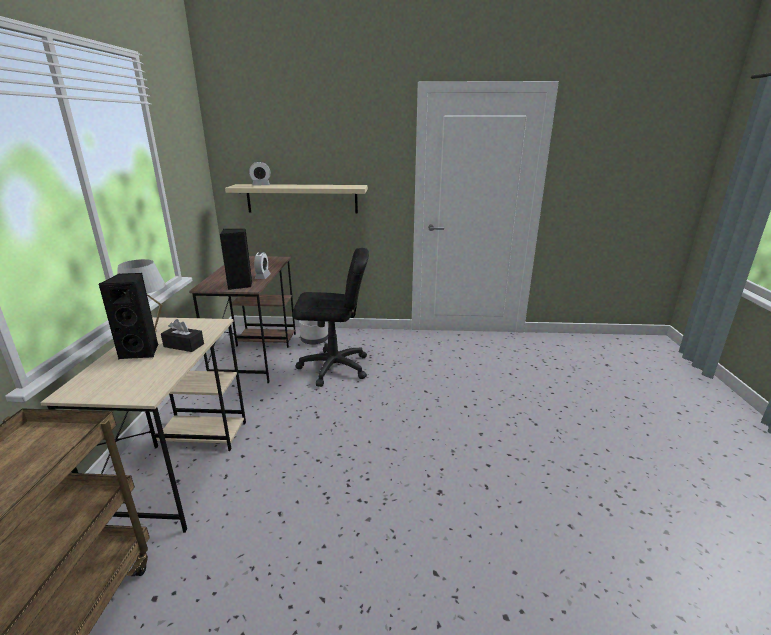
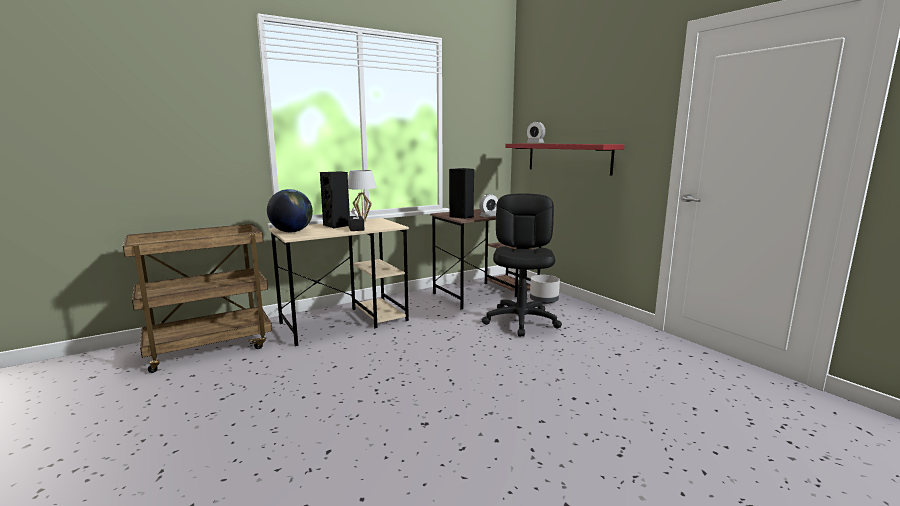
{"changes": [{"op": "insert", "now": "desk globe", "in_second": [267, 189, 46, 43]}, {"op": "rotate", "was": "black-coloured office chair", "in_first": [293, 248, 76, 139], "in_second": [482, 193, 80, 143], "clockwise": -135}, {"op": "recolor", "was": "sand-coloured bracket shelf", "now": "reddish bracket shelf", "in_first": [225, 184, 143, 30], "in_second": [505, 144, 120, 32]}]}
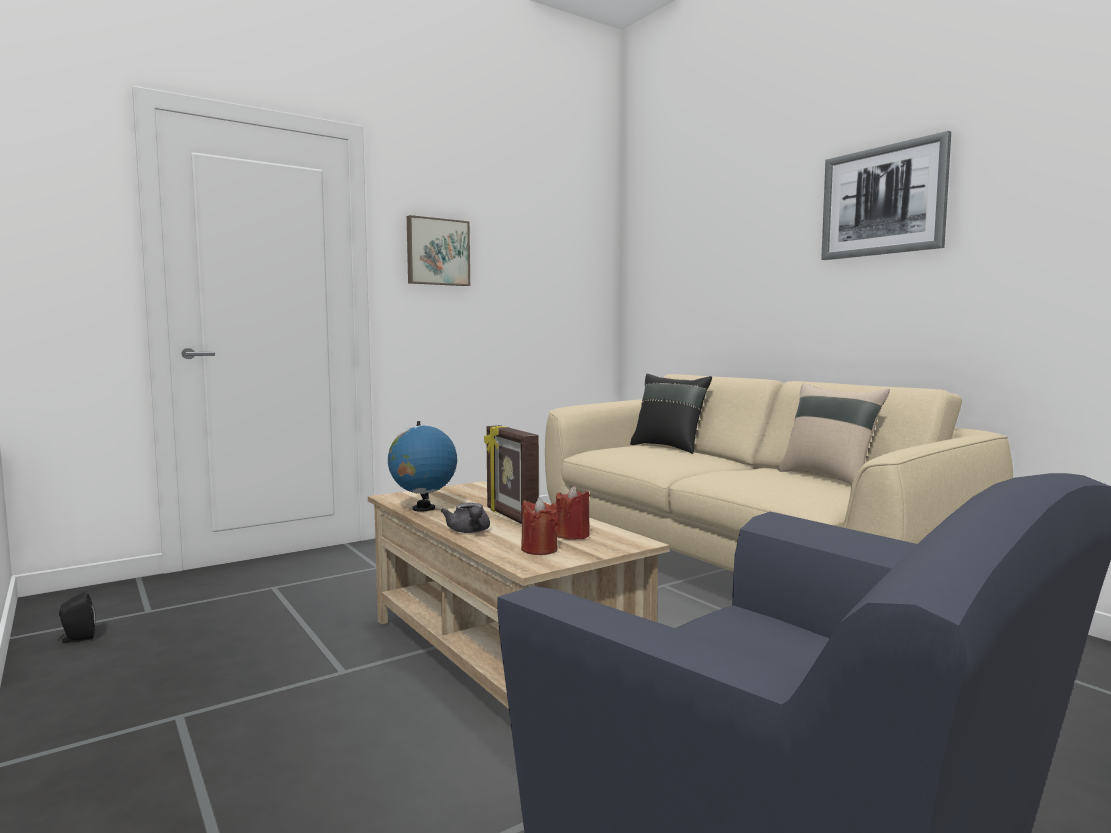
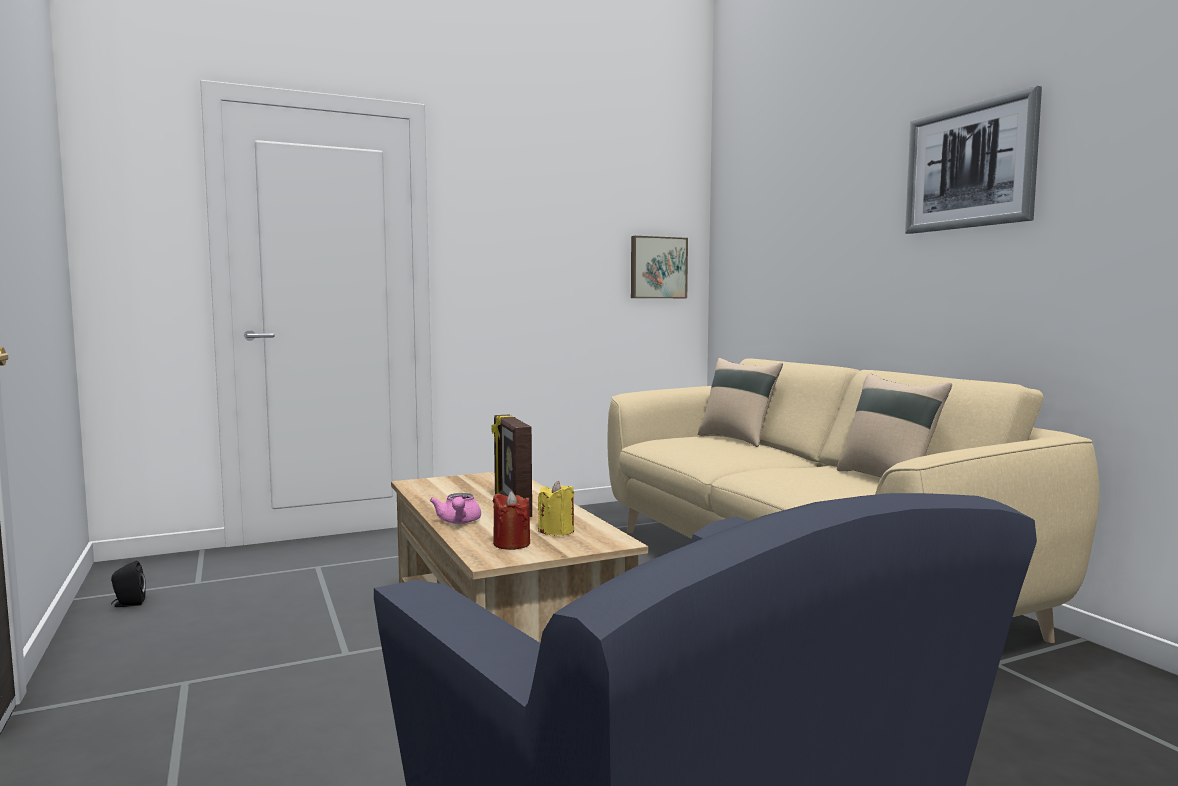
{"changes": [{"op": "recolor", "was": "grey teapot", "now": "pink-coloured teapot", "in_first": [441, 503, 49, 30], "in_second": [430, 493, 51, 31]}, {"op": "recolor", "was": "reddish candle", "now": "yellowish candle", "in_first": [556, 486, 34, 54], "in_second": [538, 481, 36, 55]}, {"op": "move", "was": "picture", "in_first": [407, 215, 63, 71], "in_second": [631, 236, 57, 62]}, {"op": "recolor", "was": "black-coloured cushion", "now": "sand-coloured cushion", "in_first": [630, 374, 82, 80], "in_second": [698, 358, 85, 89]}, {"op": "delete", "was": "desk globe", "in_first": [388, 421, 69, 91]}]}
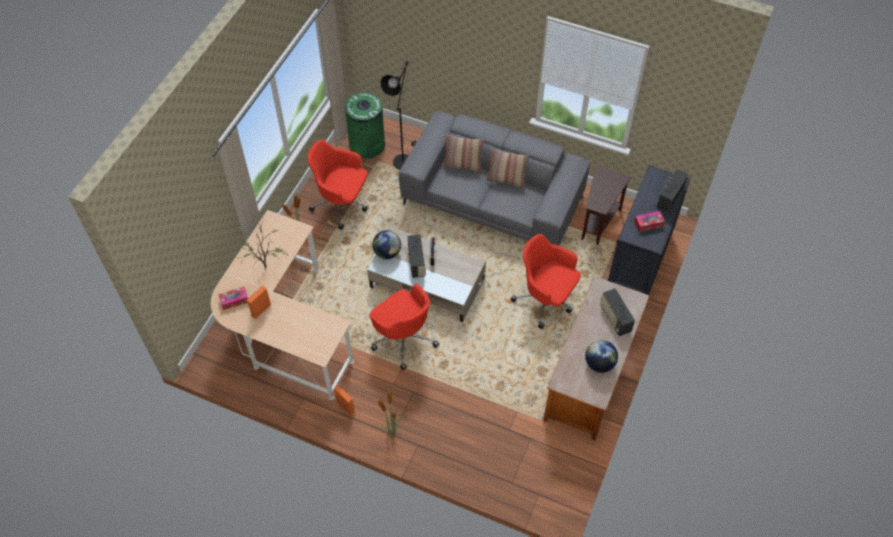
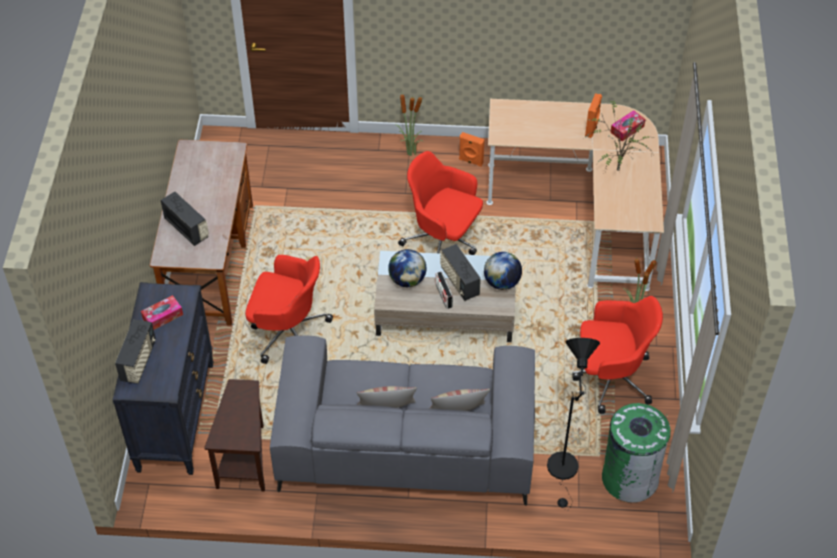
{"changes": [{"op": "move", "was": "desk globe", "in_first": [585, 340, 33, 33], "in_second": [388, 249, 38, 38]}]}
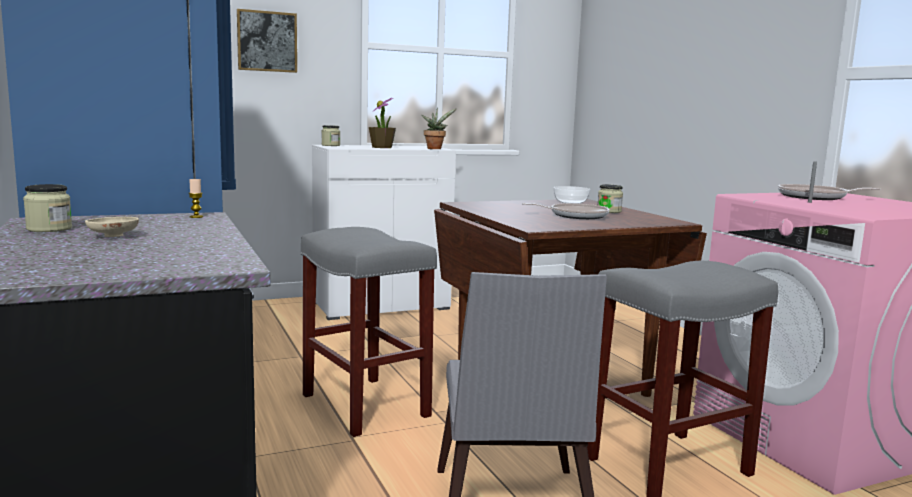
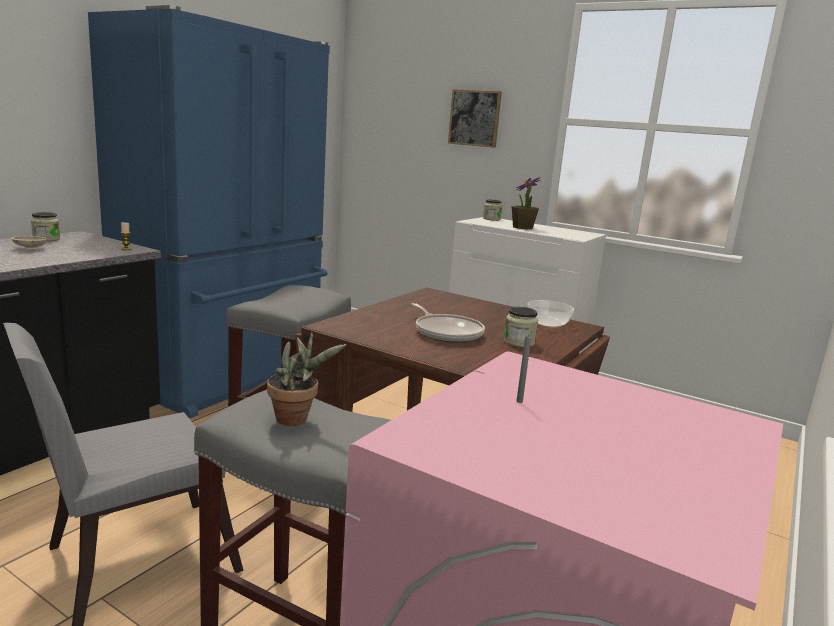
{"changes": [{"op": "move", "was": "potted plant", "in_first": [421, 108, 36, 41], "in_second": [267, 332, 79, 94]}, {"op": "delete", "was": "frying pan", "in_first": [778, 184, 102, 16]}]}
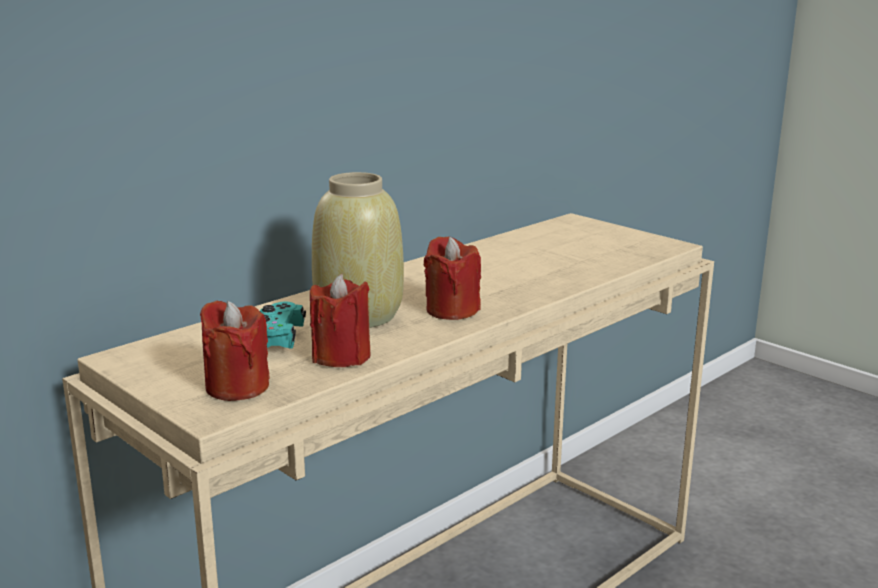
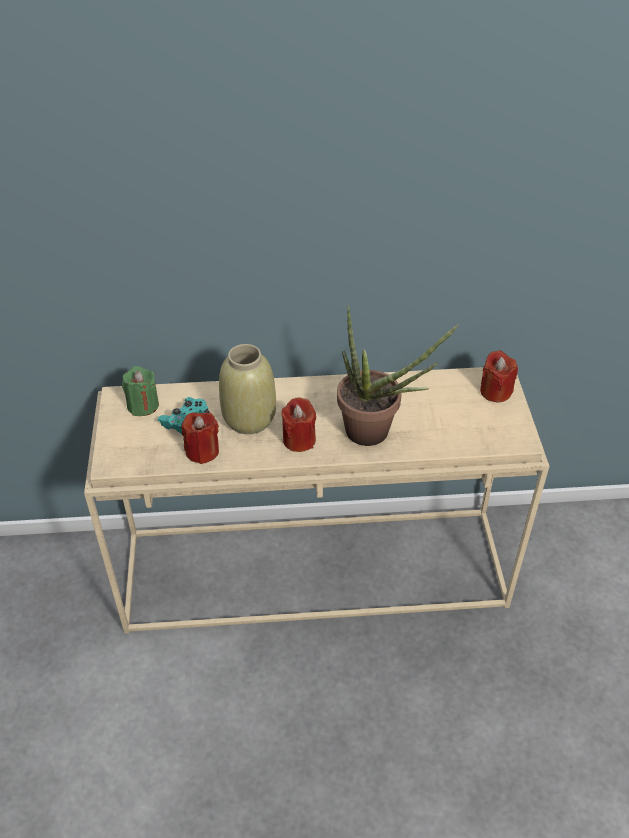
{"changes": [{"op": "insert", "now": "green candle", "in_second": [122, 366, 37, 50]}, {"op": "insert", "now": "potted plant", "in_second": [337, 305, 122, 141]}, {"op": "move", "was": "reddish candle", "in_first": [200, 300, 70, 101], "in_second": [480, 350, 38, 53]}]}
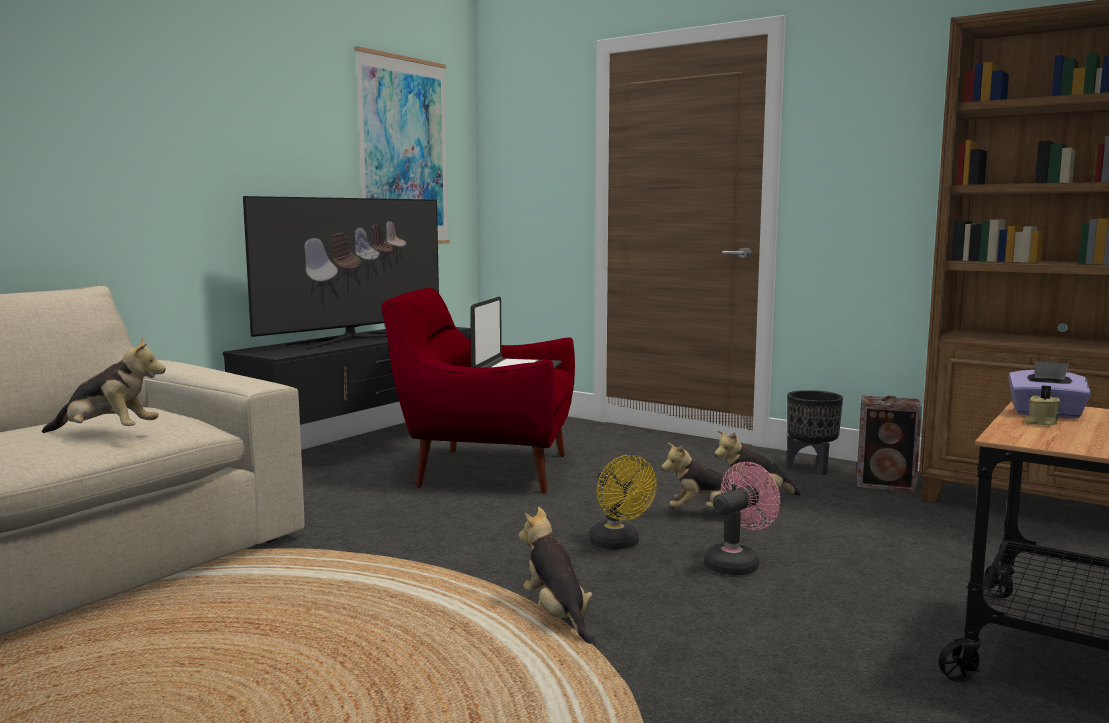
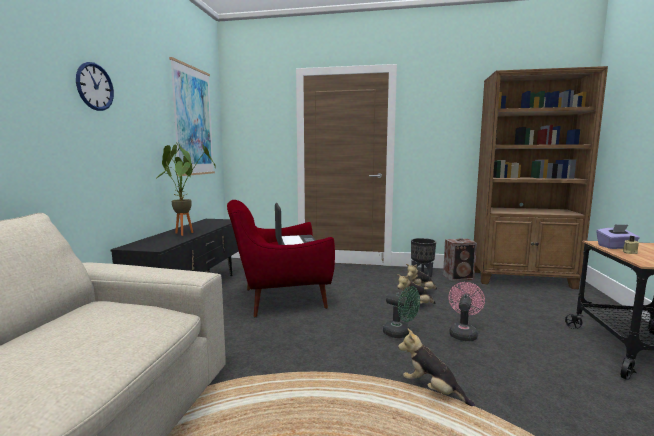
{"changes": [{"op": "insert", "now": "hanging clock", "in_second": [76, 62, 38, 49]}, {"op": "replace", "was": "TV set", "now": "potted plant", "in_first": [243, 196, 196, 153], "in_second": [157, 142, 59, 94]}, {"op": "recolor", "was": "yellowish cooling fan", "now": "green cooling fan", "in_first": [589, 455, 68, 95], "in_second": [383, 286, 37, 52]}, {"op": "delete", "was": "cuddly toy", "in_first": [42, 337, 124, 96]}]}
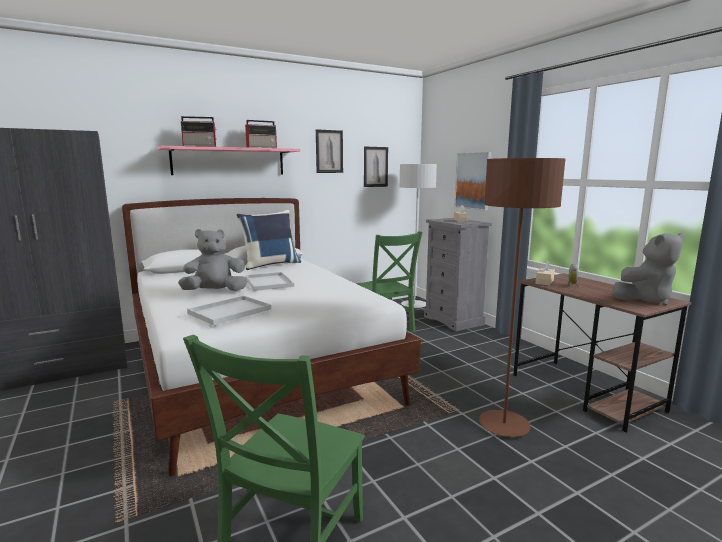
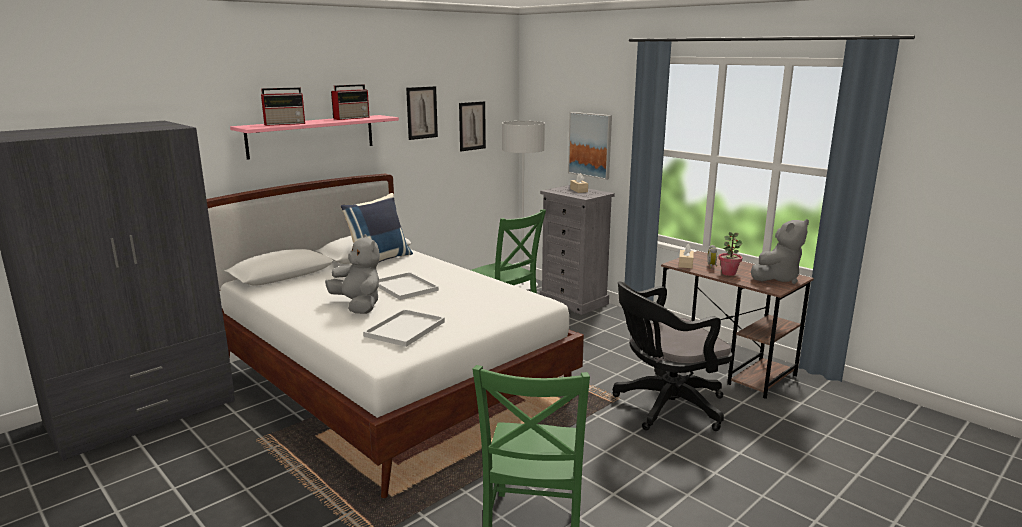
{"changes": [{"op": "rotate", "was": "grey cuddly toy", "in_first": [178, 229, 69, 62], "in_second": [325, 234, 55, 80], "clockwise": 90}, {"op": "replace", "was": "brownish standing lamp", "now": "black-coloured office chair", "in_first": [479, 158, 86, 279], "in_second": [613, 282, 120, 149]}, {"op": "insert", "now": "potted plant", "in_second": [719, 232, 23, 44]}]}
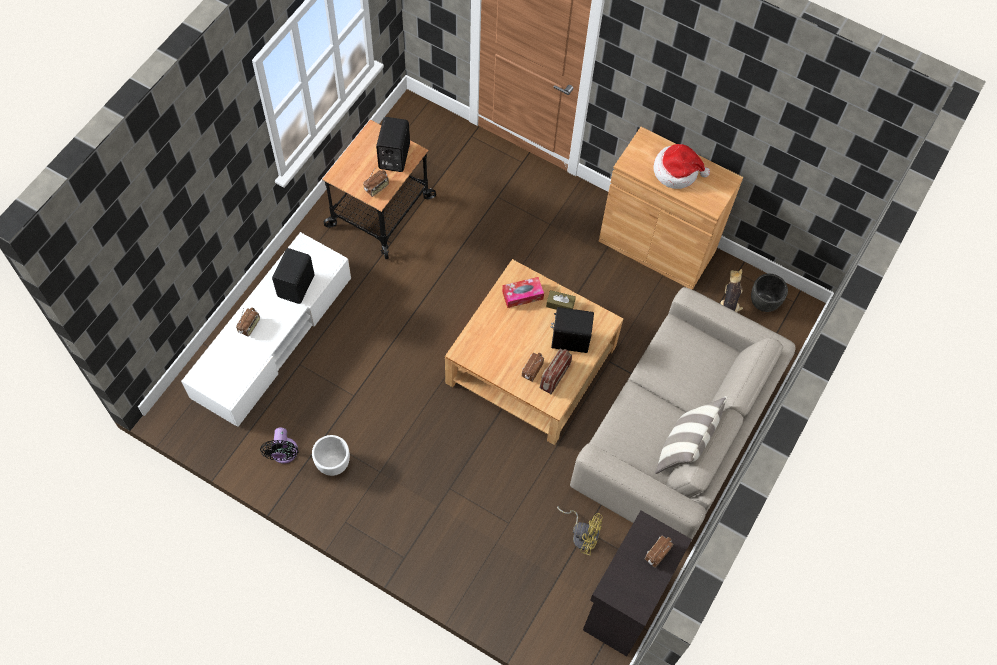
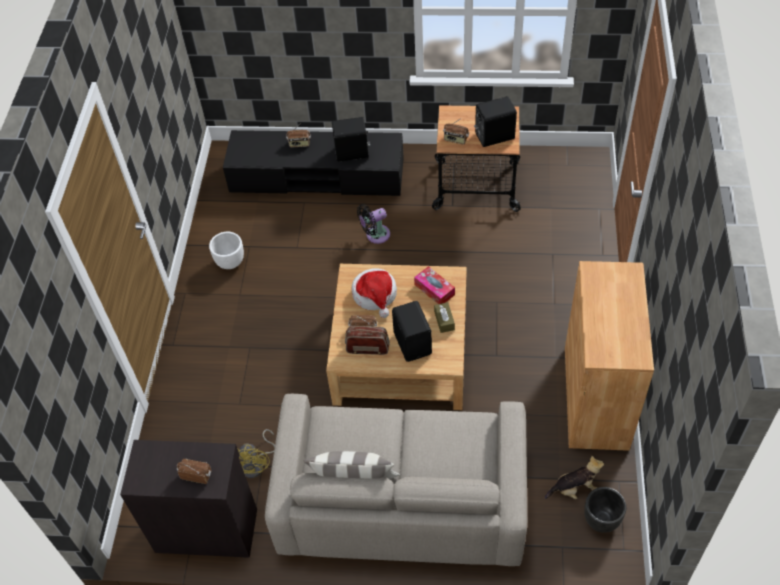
{"changes": [{"op": "recolor", "was": "whitish media console", "now": "black-coloured media console", "in_first": [181, 232, 170, 195], "in_second": [223, 130, 181, 66]}, {"op": "move", "was": "clothing hat", "in_first": [654, 144, 56, 45], "in_second": [352, 268, 45, 50]}, {"op": "move", "was": "black-coloured cooling fan", "in_first": [260, 428, 39, 36], "in_second": [357, 204, 33, 40]}]}
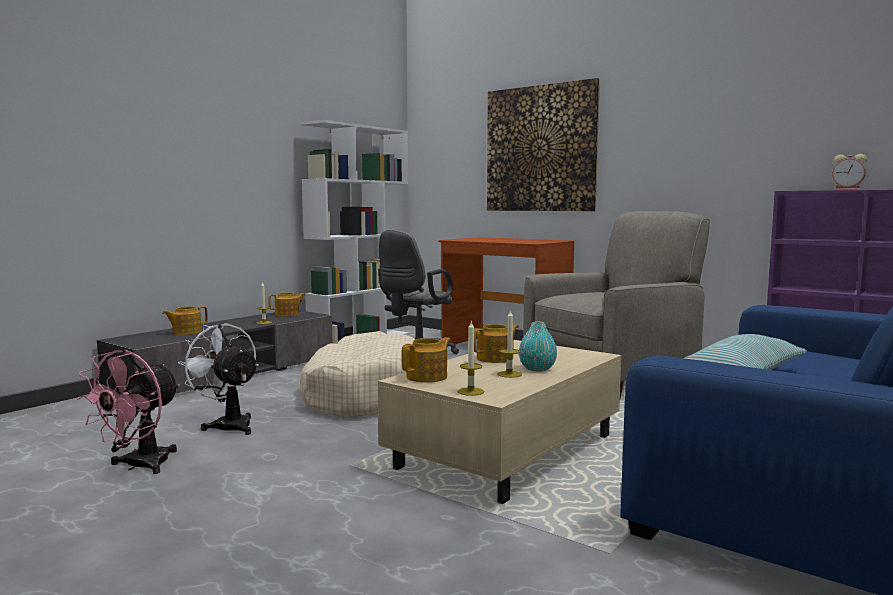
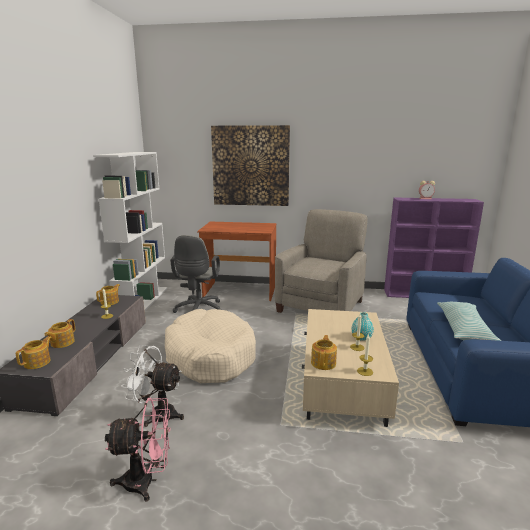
{"changes": [{"op": "move", "was": "teapot", "in_first": [474, 324, 45, 39], "in_second": [16, 336, 36, 33]}, {"op": "rotate", "was": "pink-coloured cooling fan", "in_first": [76, 349, 104, 125], "in_second": [105, 398, 66, 104], "clockwise": -90}]}
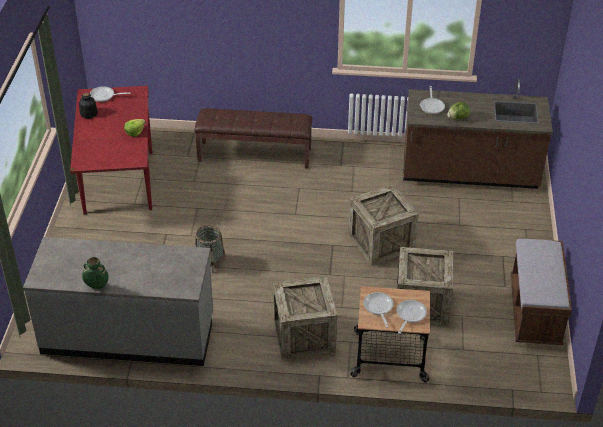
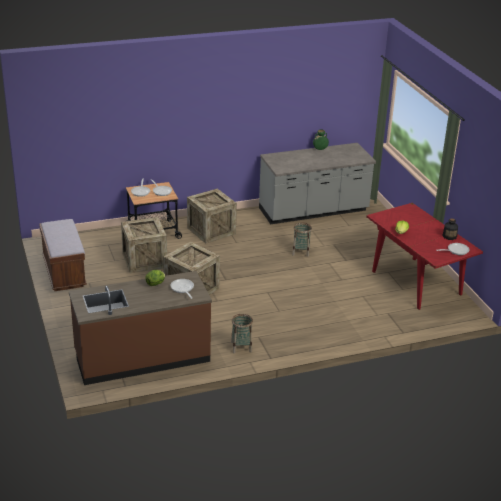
{"changes": [{"op": "insert", "now": "storage basket", "in_second": [231, 314, 22, 39]}, {"op": "delete", "was": "brownish bench", "in_first": [194, 108, 119, 61]}]}
